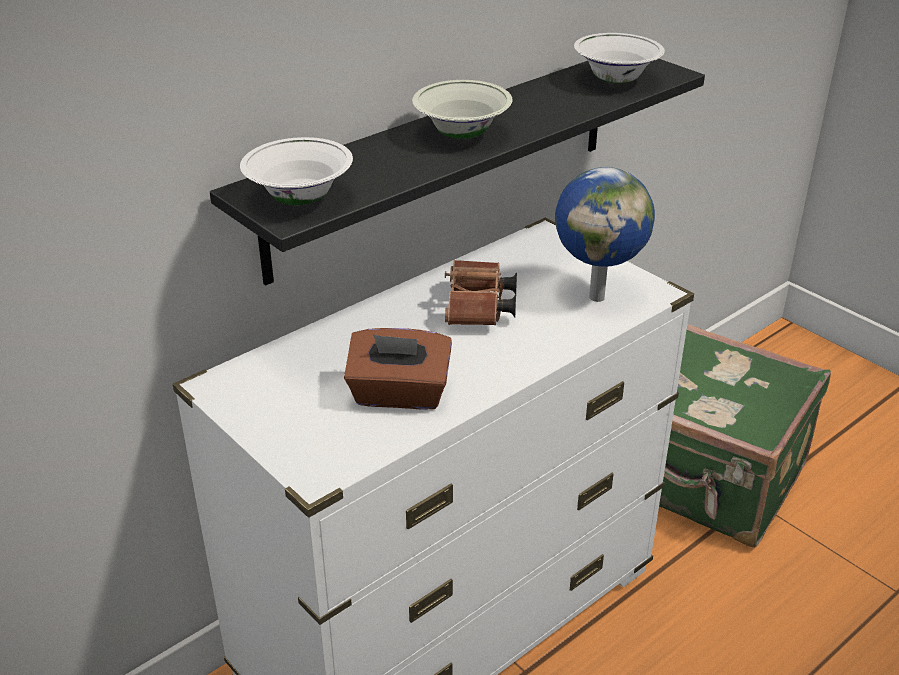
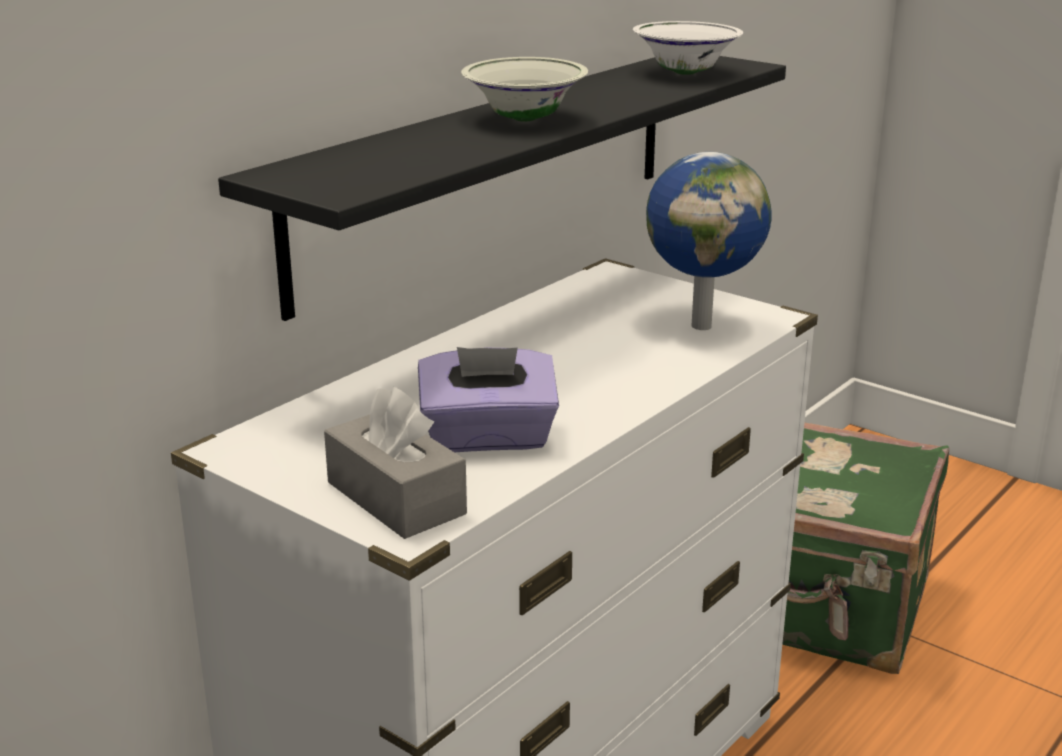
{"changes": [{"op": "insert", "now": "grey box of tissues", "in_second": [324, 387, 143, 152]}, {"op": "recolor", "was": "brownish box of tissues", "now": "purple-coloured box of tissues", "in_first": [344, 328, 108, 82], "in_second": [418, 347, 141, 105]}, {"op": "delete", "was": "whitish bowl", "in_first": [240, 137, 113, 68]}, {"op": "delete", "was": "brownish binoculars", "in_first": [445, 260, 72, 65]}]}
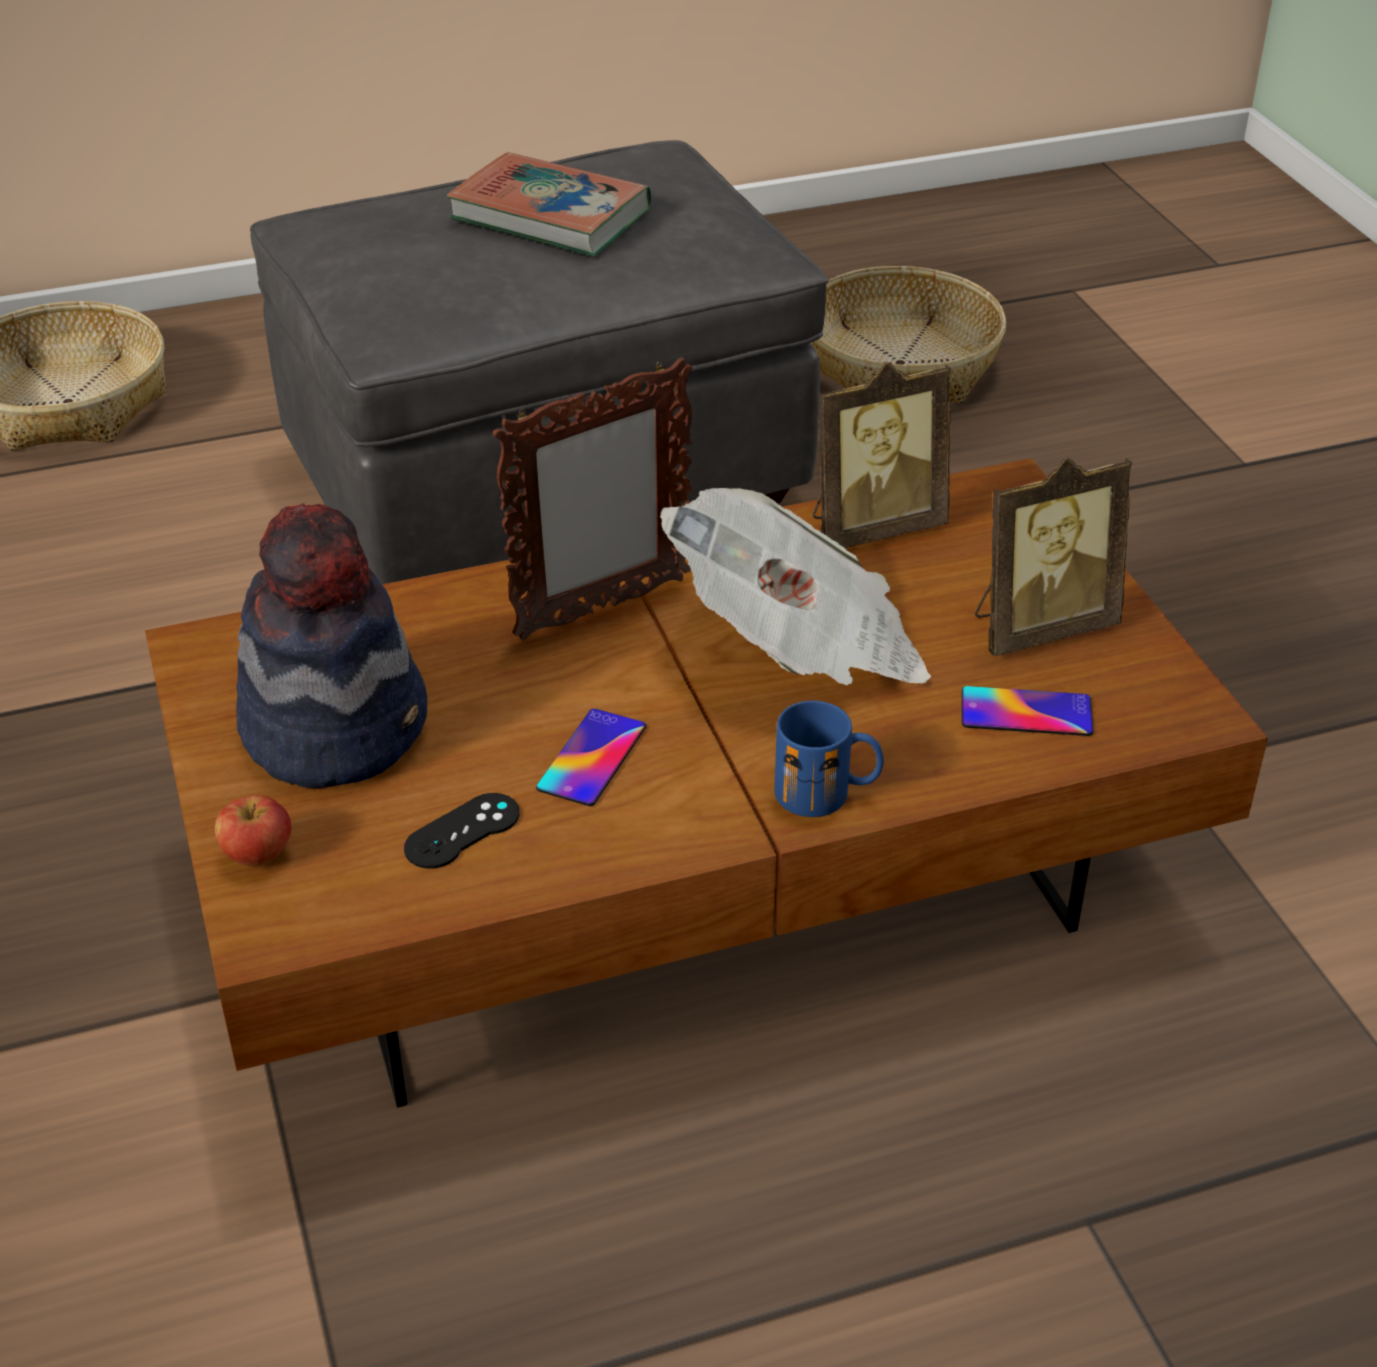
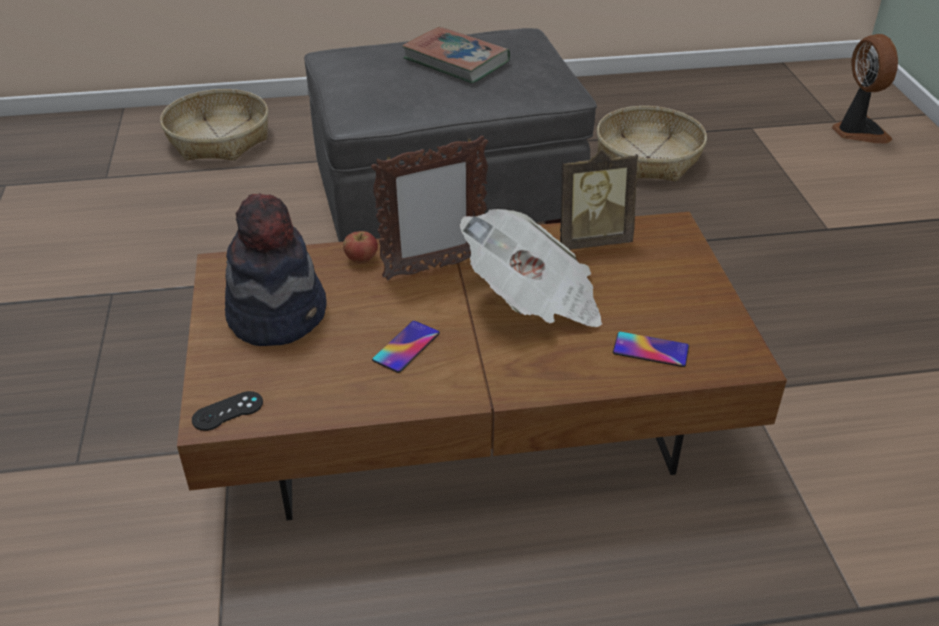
{"changes": [{"op": "move", "was": "black-coloured game controller", "in_first": [404, 793, 116, 76], "in_second": [192, 391, 71, 40]}, {"op": "move", "was": "whole apple", "in_first": [215, 795, 76, 71], "in_second": [343, 231, 35, 32]}, {"op": "insert", "now": "cooling fan", "in_second": [832, 34, 66, 110]}, {"op": "delete", "was": "blue tea mug", "in_first": [774, 701, 110, 116]}, {"op": "delete", "was": "photo frame", "in_first": [975, 457, 157, 199]}]}
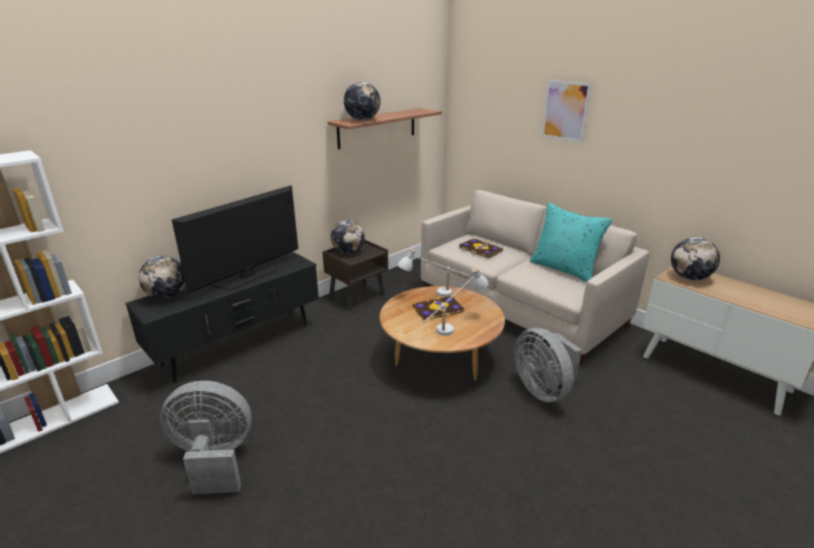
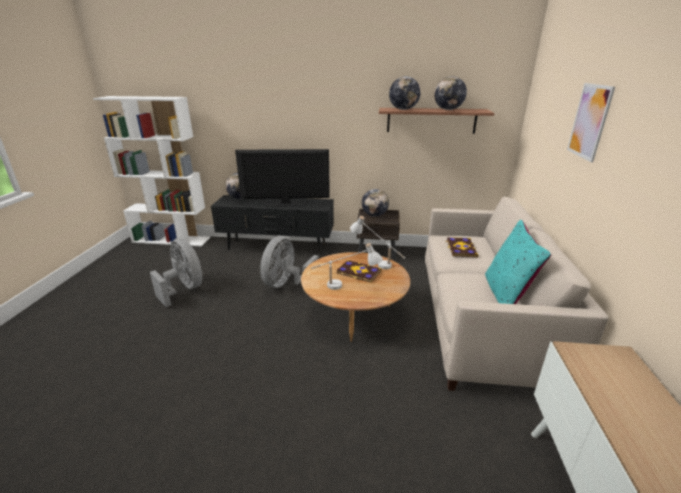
{"changes": [{"op": "move", "was": "grey cooling fan", "in_first": [514, 328, 68, 74], "in_second": [260, 237, 59, 51]}, {"op": "move", "was": "desk globe", "in_first": [671, 237, 49, 43], "in_second": [434, 76, 33, 34]}]}
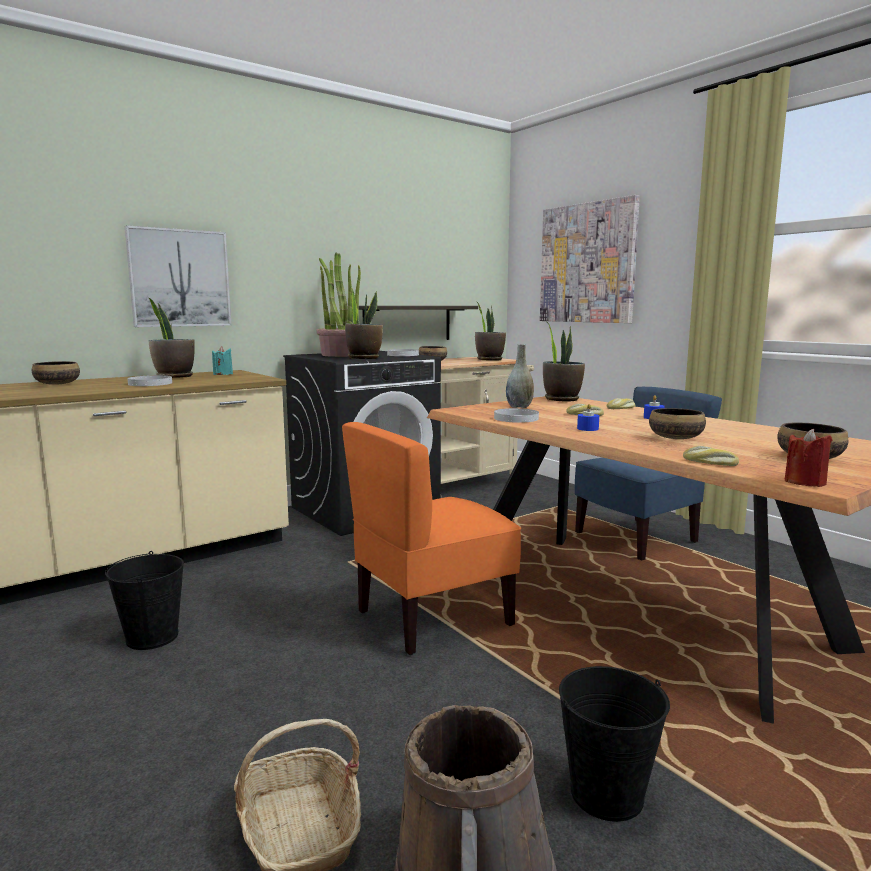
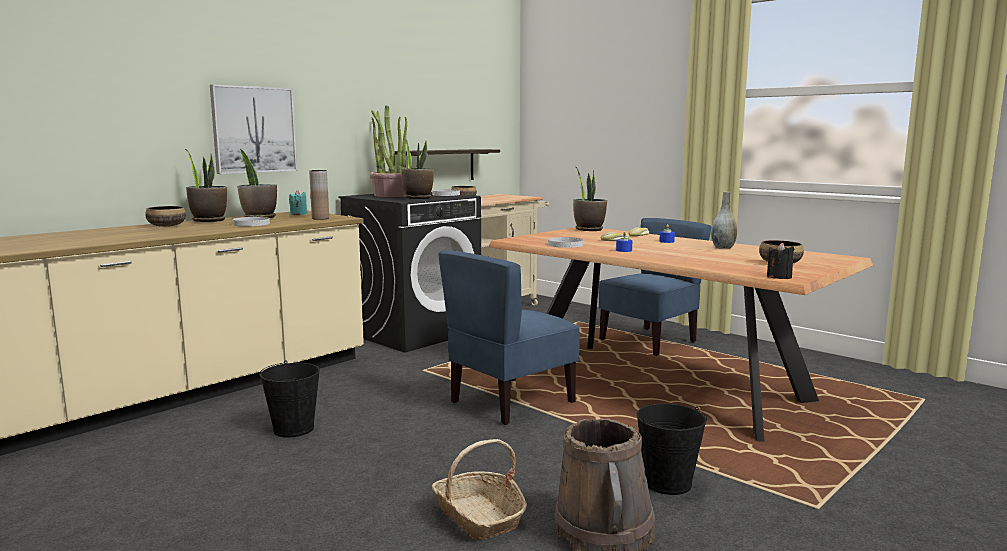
{"changes": [{"op": "move", "was": "potted plant", "in_first": [475, 301, 31, 60], "in_second": [186, 152, 41, 70]}, {"op": "insert", "now": "brownish vase", "in_second": [309, 170, 20, 50]}, {"op": "recolor", "was": "orangey chair", "now": "blue chair", "in_first": [342, 422, 179, 233], "in_second": [438, 250, 142, 175]}, {"op": "move", "was": "grey vase", "in_first": [506, 344, 28, 64], "in_second": [711, 192, 26, 57]}, {"op": "recolor", "was": "reddish candle", "now": "black-coloured candle", "in_first": [785, 429, 47, 58], "in_second": [767, 243, 28, 36]}, {"op": "delete", "was": "picture", "in_first": [540, 195, 100, 128]}, {"op": "delete", "was": "bowl", "in_first": [649, 408, 57, 31]}, {"op": "delete", "was": "bread", "in_first": [683, 446, 56, 20]}]}
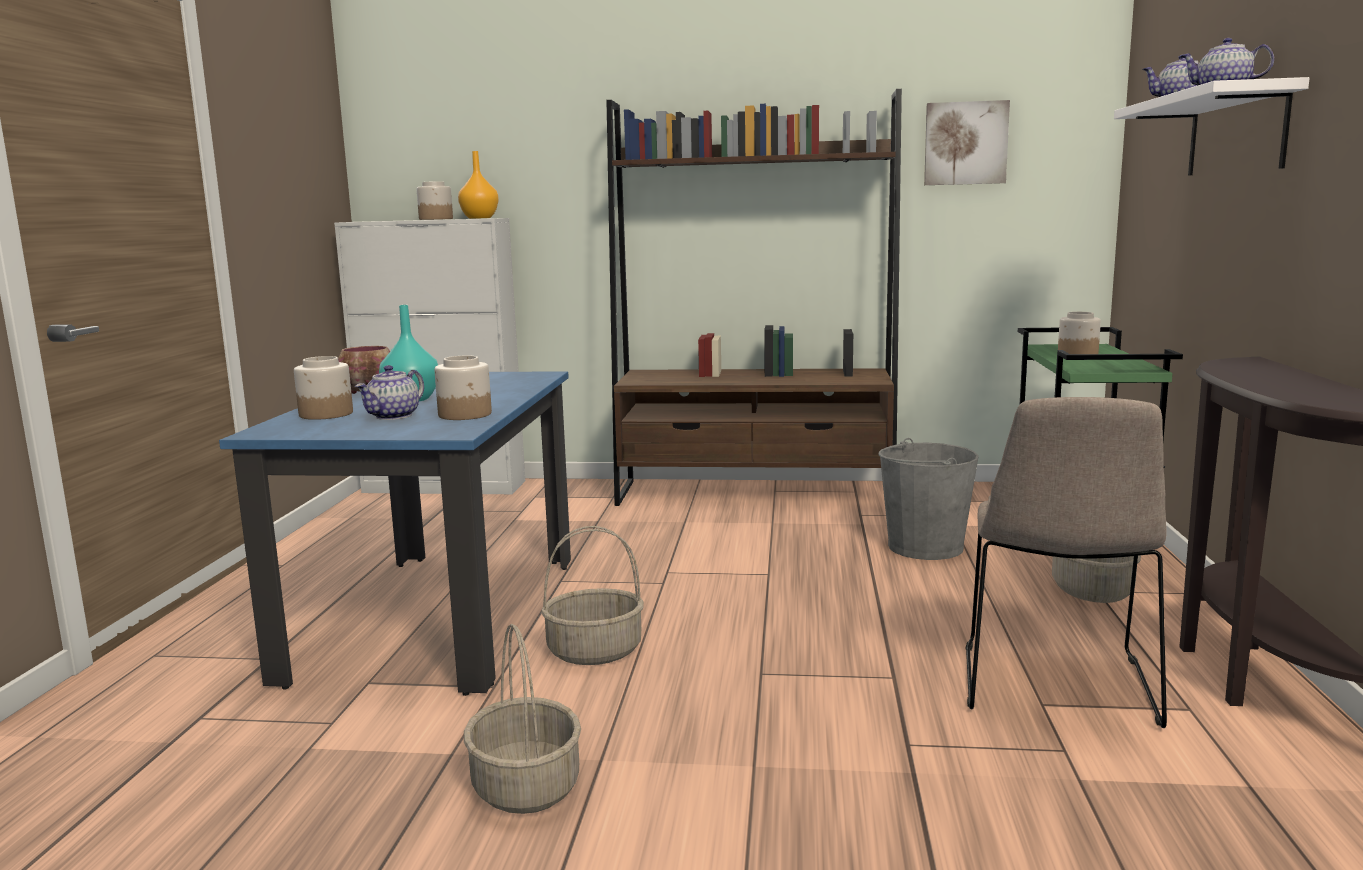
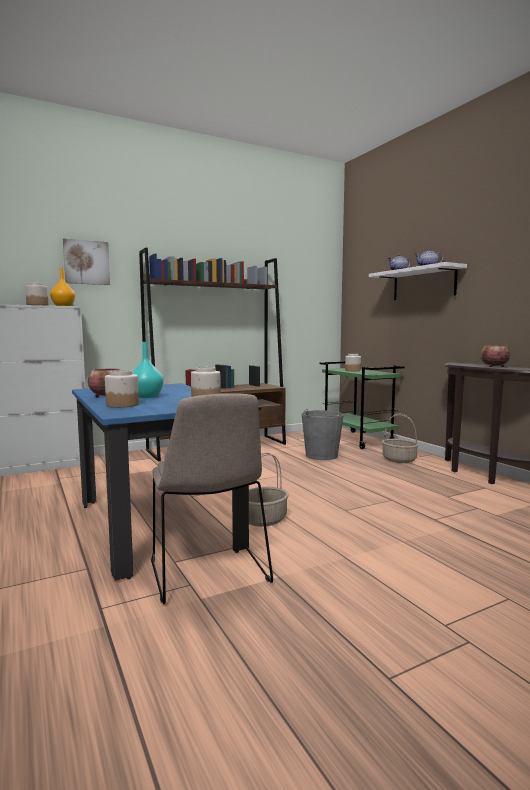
{"changes": [{"op": "move", "was": "picture", "in_first": [924, 100, 86, 85], "in_second": [63, 238, 47, 47]}, {"op": "move", "was": "sand-coloured chair", "in_first": [966, 397, 201, 331], "in_second": [151, 393, 122, 211]}, {"op": "insert", "now": "bowl", "in_second": [480, 346, 30, 21]}, {"op": "delete", "was": "teapot", "in_first": [355, 365, 69, 55]}, {"op": "delete", "was": "storage basket", "in_first": [464, 624, 117, 190]}]}
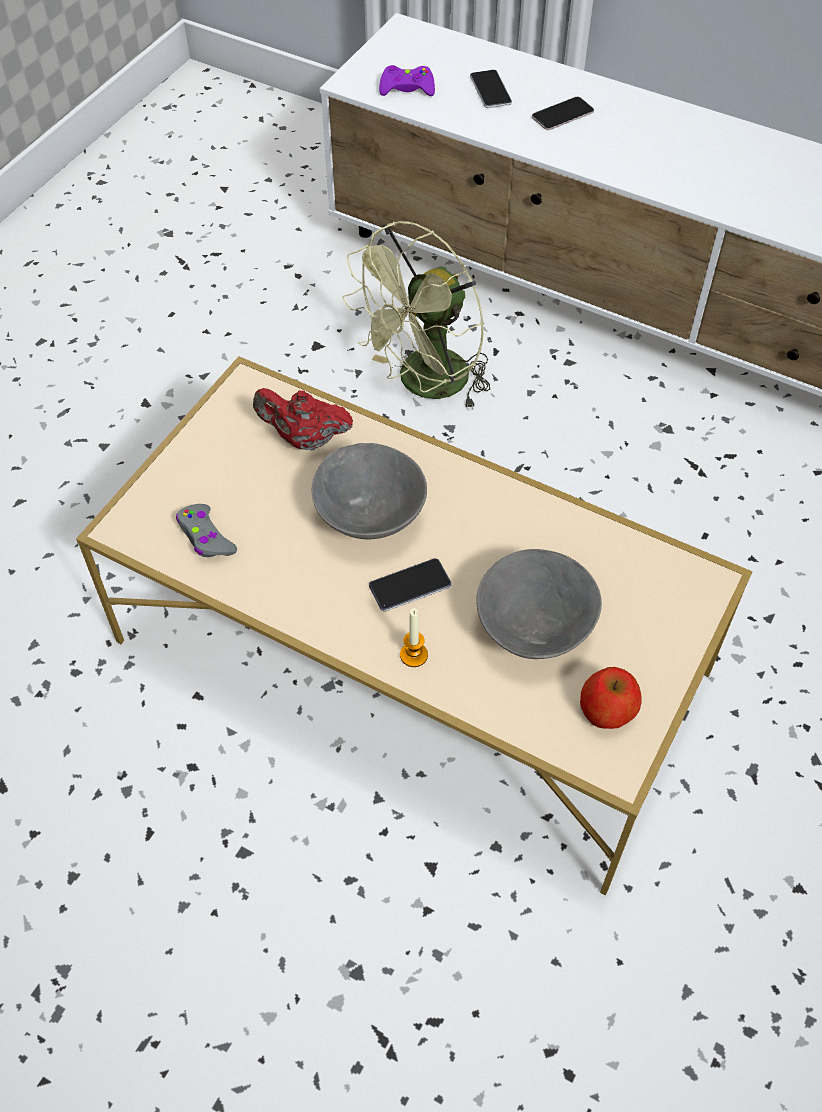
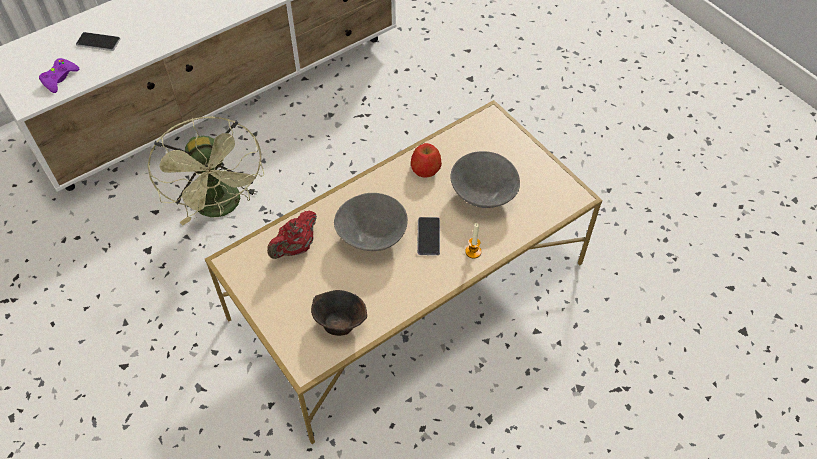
{"changes": [{"op": "replace", "was": "grey game controller", "now": "brownish bowl", "in_first": [176, 504, 61, 53], "in_second": [311, 290, 56, 46]}, {"op": "move", "was": "whole apple", "in_first": [580, 667, 62, 62], "in_second": [411, 143, 31, 35]}, {"op": "delete", "was": "telephone", "in_first": [532, 97, 62, 33]}]}
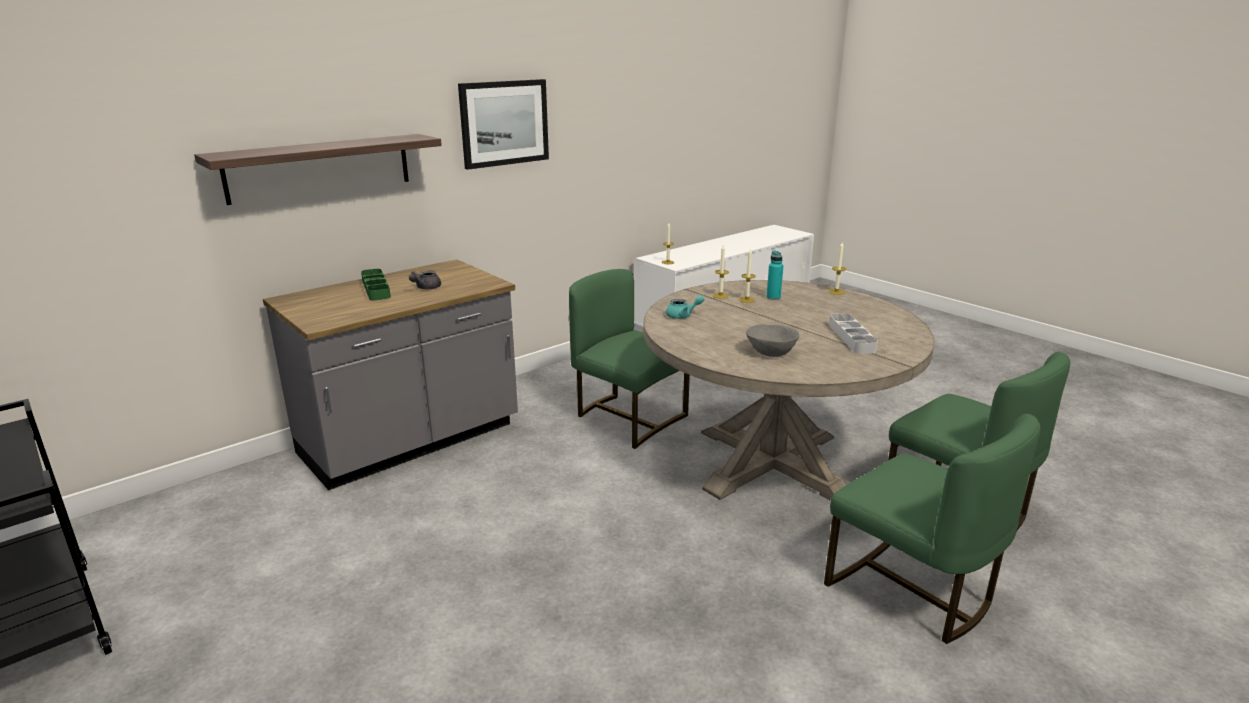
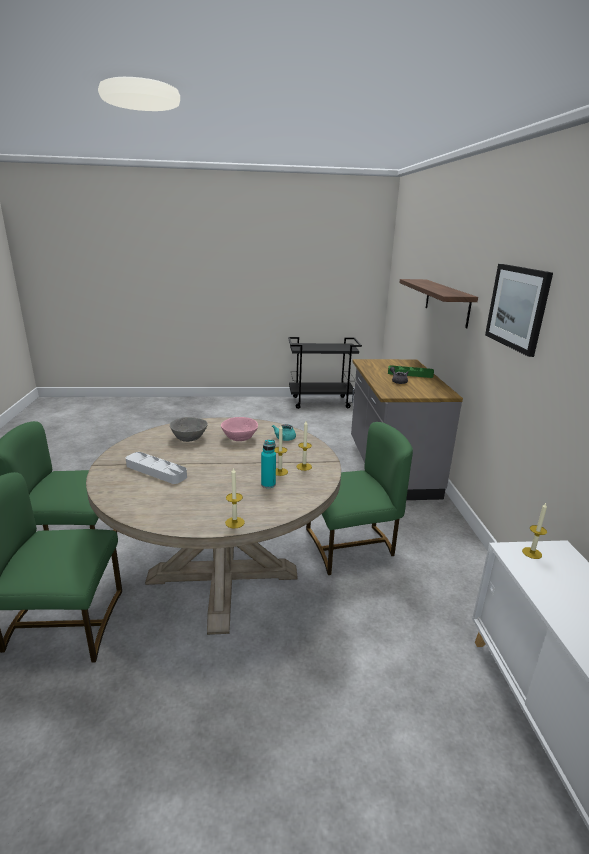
{"changes": [{"op": "insert", "now": "pink-coloured bowl", "in_second": [221, 417, 37, 24]}]}
